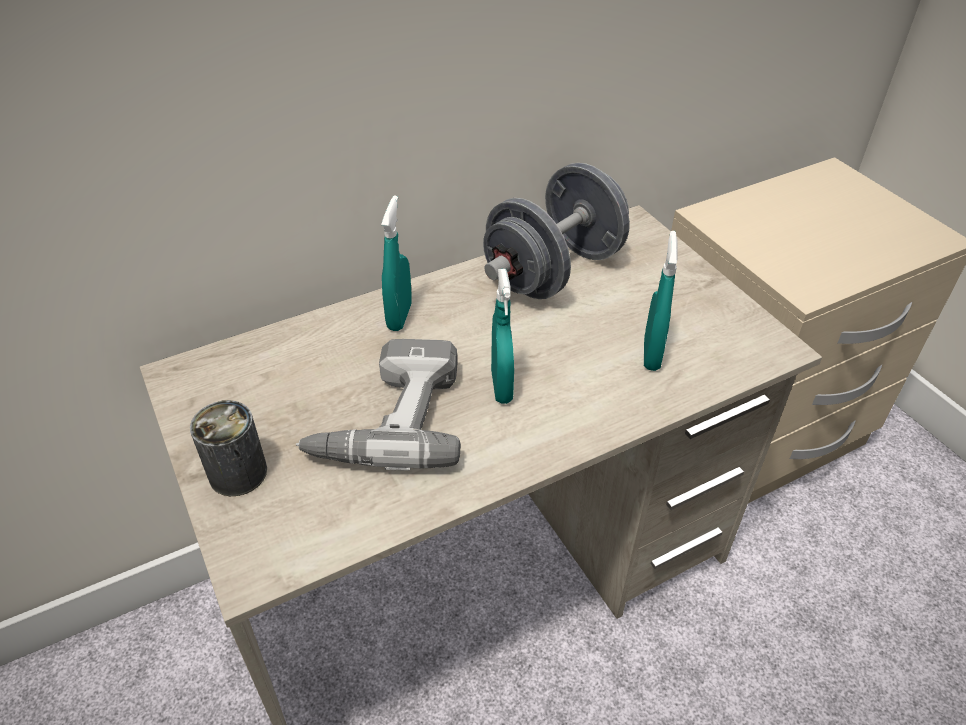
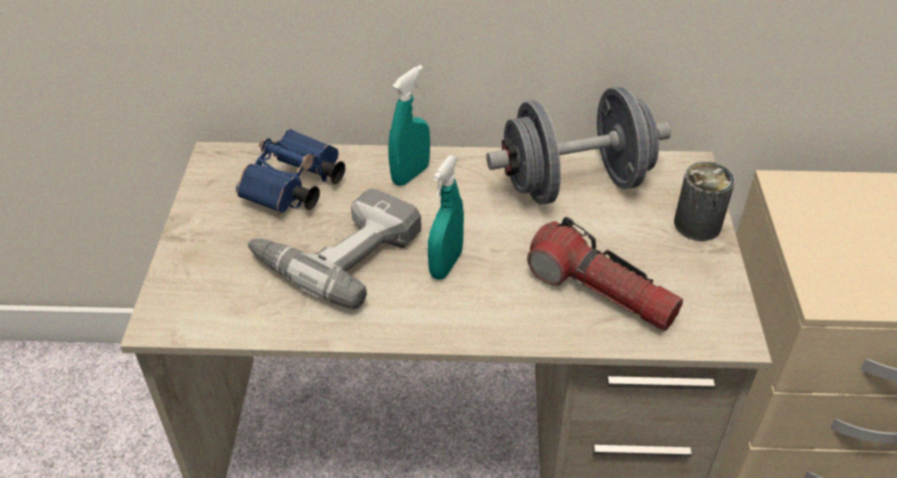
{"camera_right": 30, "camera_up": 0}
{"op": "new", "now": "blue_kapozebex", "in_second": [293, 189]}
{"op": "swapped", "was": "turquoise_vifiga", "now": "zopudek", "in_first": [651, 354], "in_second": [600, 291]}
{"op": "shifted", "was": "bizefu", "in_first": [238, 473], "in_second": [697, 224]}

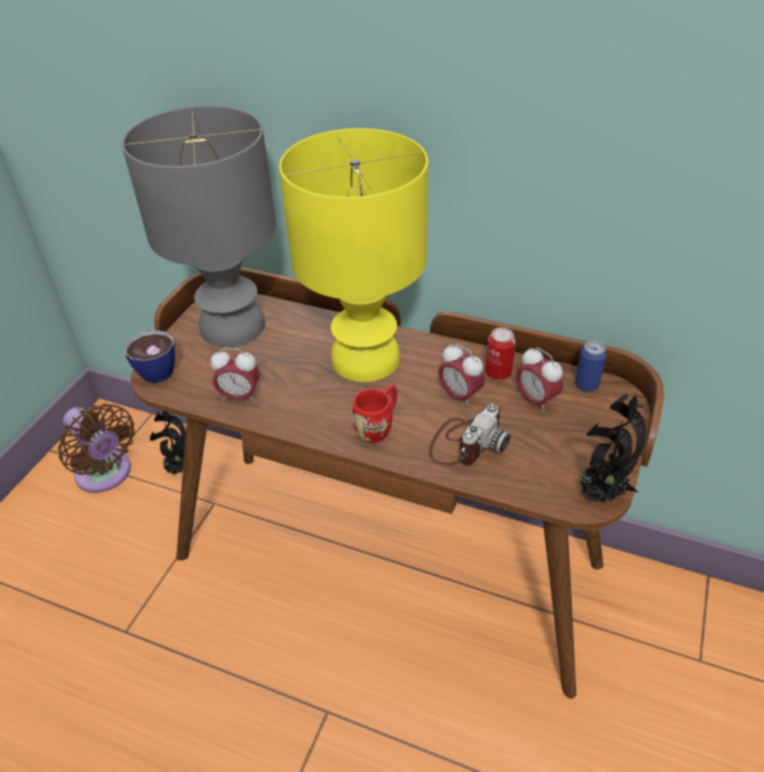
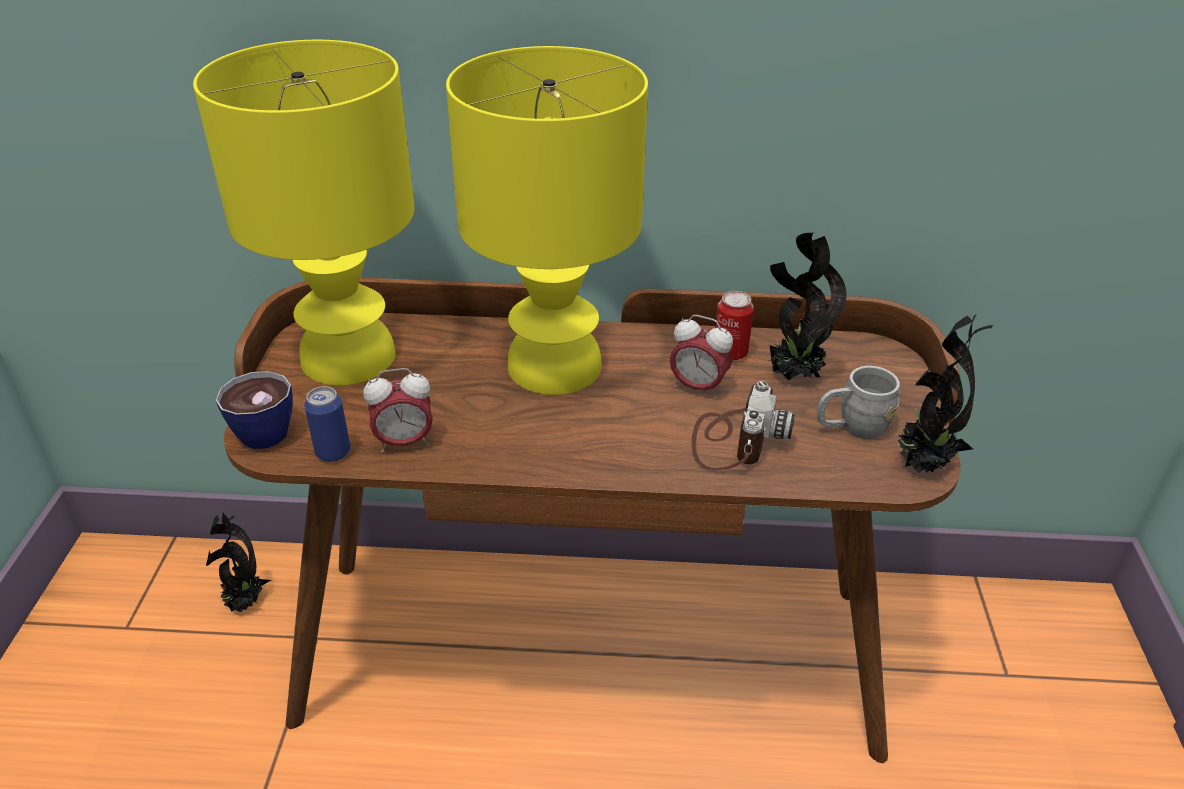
{"camera_right": -20, "camera_up": -5}
{"op": "repainted", "was": "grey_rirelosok", "now": "yellow_rirelosok", "in_first": [233, 327], "in_second": [350, 358]}
{"op": "shifted", "was": "bizefu", "in_first": [586, 385], "in_second": [333, 452]}
{"op": "swapped", "was": "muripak", "now": "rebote", "in_first": [536, 400], "in_second": [792, 376]}
{"op": "new", "now": "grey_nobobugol", "in_second": [852, 428]}
{"op": "gone", "was": "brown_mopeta", "in_first": [106, 475]}
{"op": "gone", "was": "red_nobobugol", "in_first": [378, 426]}

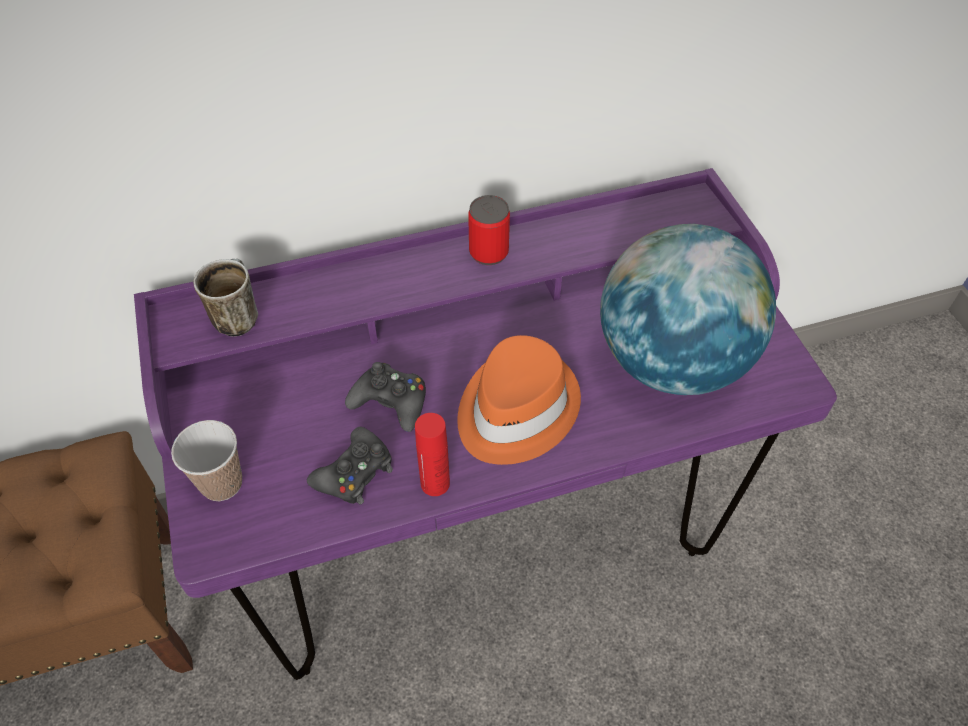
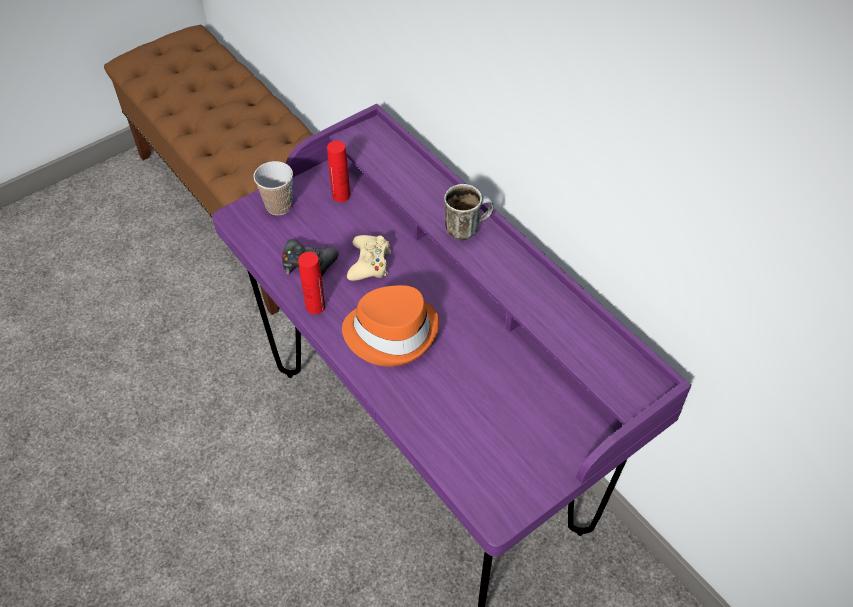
{"camera_right": 70, "camera_up": 0}
{"op": "new", "now": "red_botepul", "in_second": [341, 195]}
{"op": "repainted", "was": "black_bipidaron", "now": "beige_bipidaron", "in_first": [391, 402], "in_second": [369, 263]}
{"op": "shifted", "was": "nobobugol", "in_first": [236, 316], "in_second": [467, 228]}
{"op": "gone", "was": "bizefu", "in_first": [488, 252]}
{"op": "gone", "was": "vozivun", "in_first": [671, 361]}

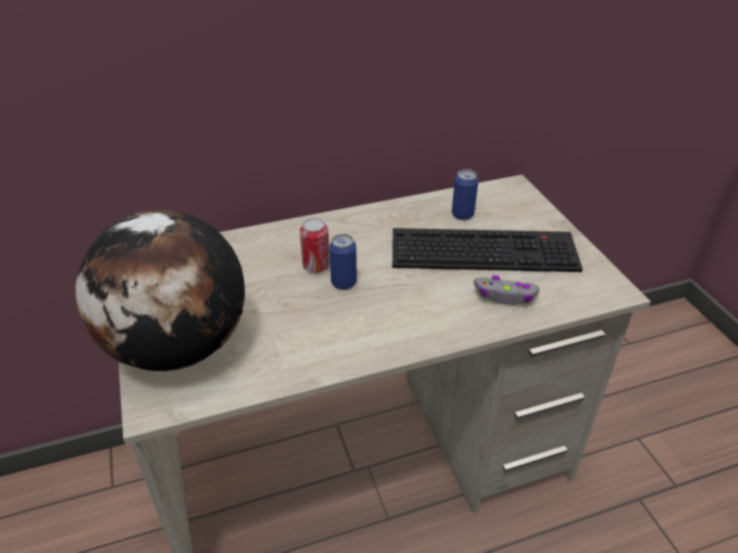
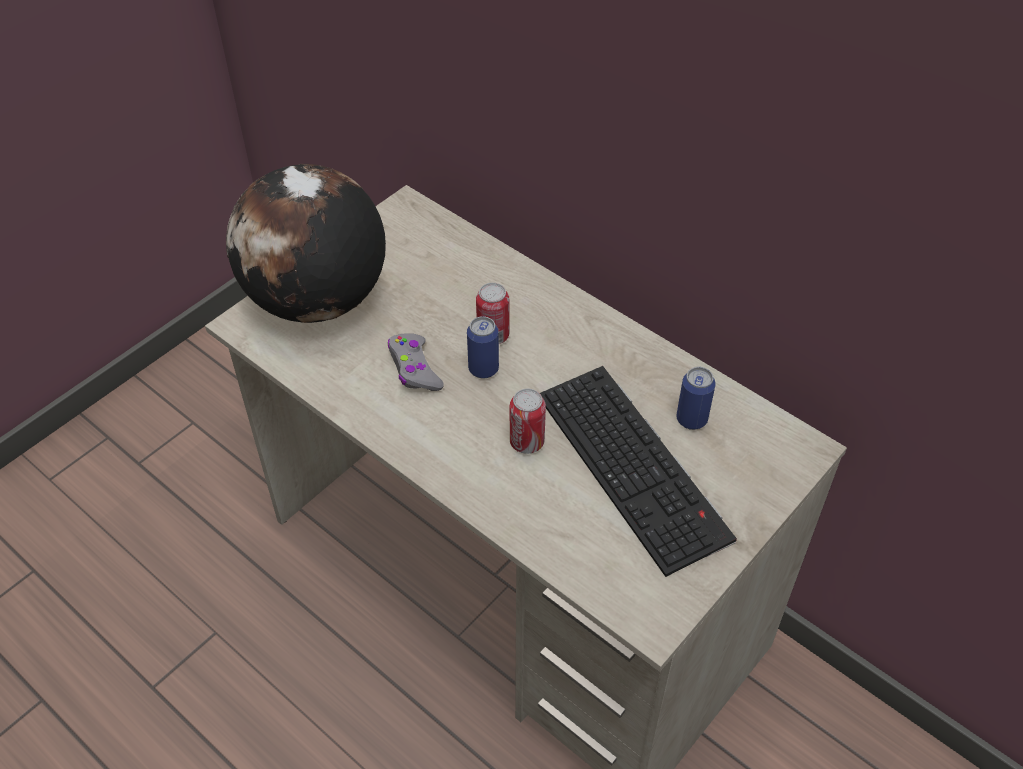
{"camera_right": 60, "camera_up": 10}
{"op": "shifted", "was": "grey_bipidaron", "in_first": [505, 296], "in_second": [414, 369]}
{"op": "new", "now": "bizefu", "in_second": [527, 442]}

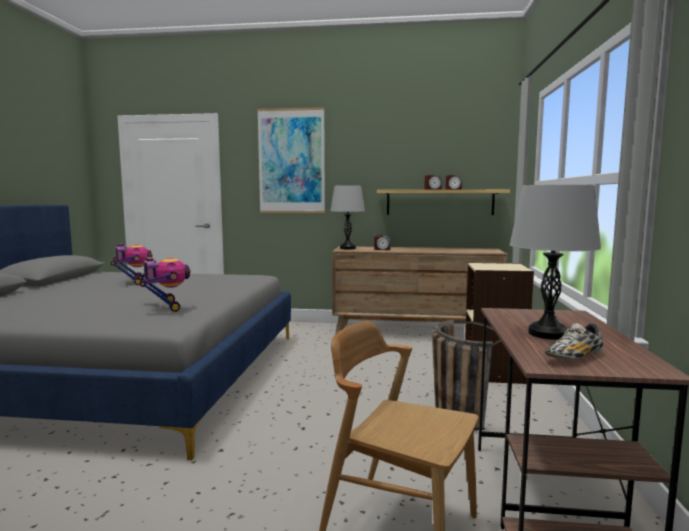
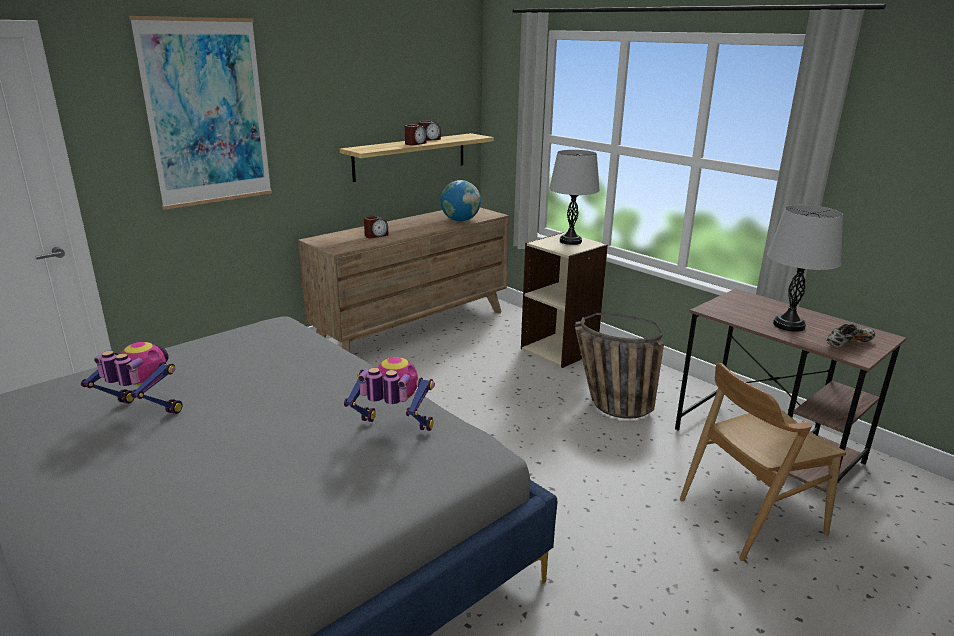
{"camera_right": -50, "camera_up": 15}
{"op": "new", "now": "vozivun", "in_second": [460, 220]}
{"op": "shifted", "was": "grey_rirelosok", "in_first": [347, 248], "in_second": [570, 241]}
{"op": "rotated", "was": "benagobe", "in_first": [574, 358], "in_second": [849, 343], "clockwise": -120}

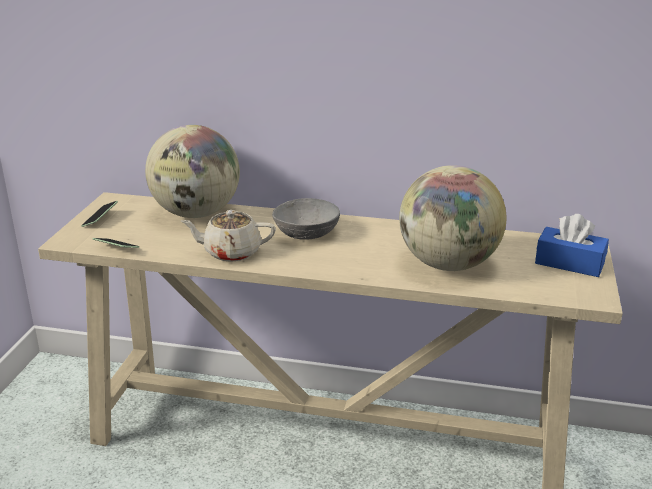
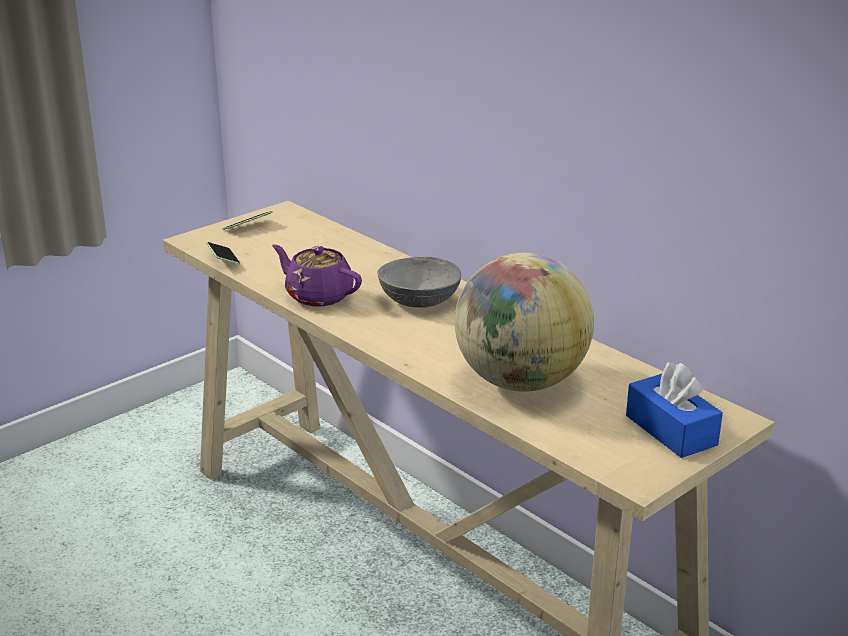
{"camera_right": 35, "camera_up": 0}
{"op": "repainted", "was": "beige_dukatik", "now": "purple_dukatik", "in_first": [231, 252], "in_second": [318, 296]}
{"op": "gone", "was": "vozivun", "in_first": [196, 213]}

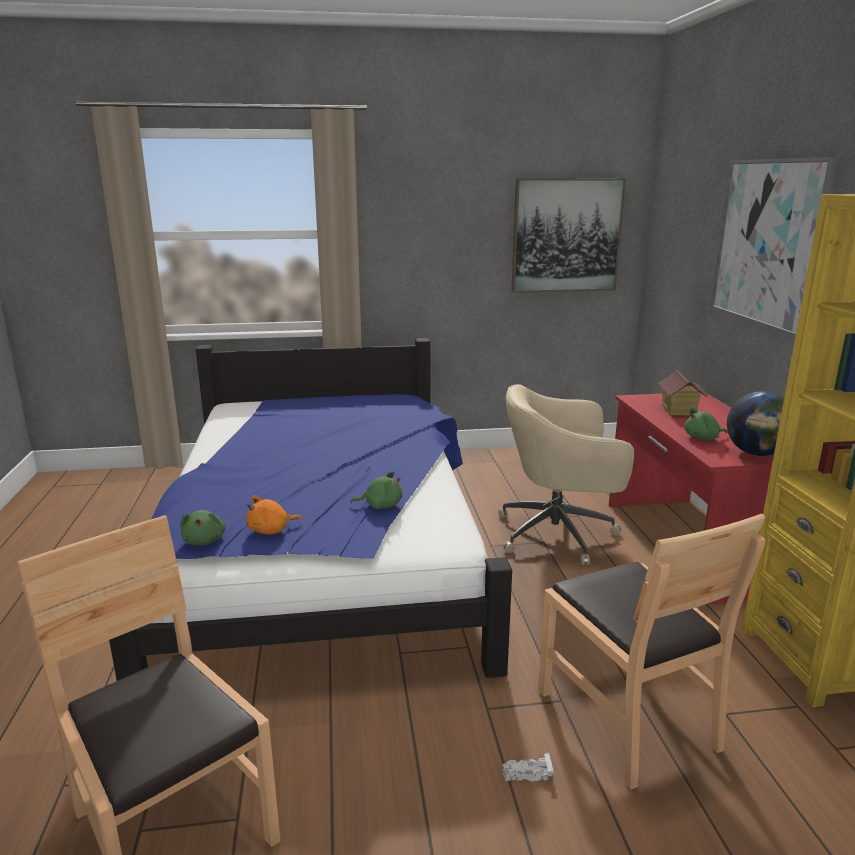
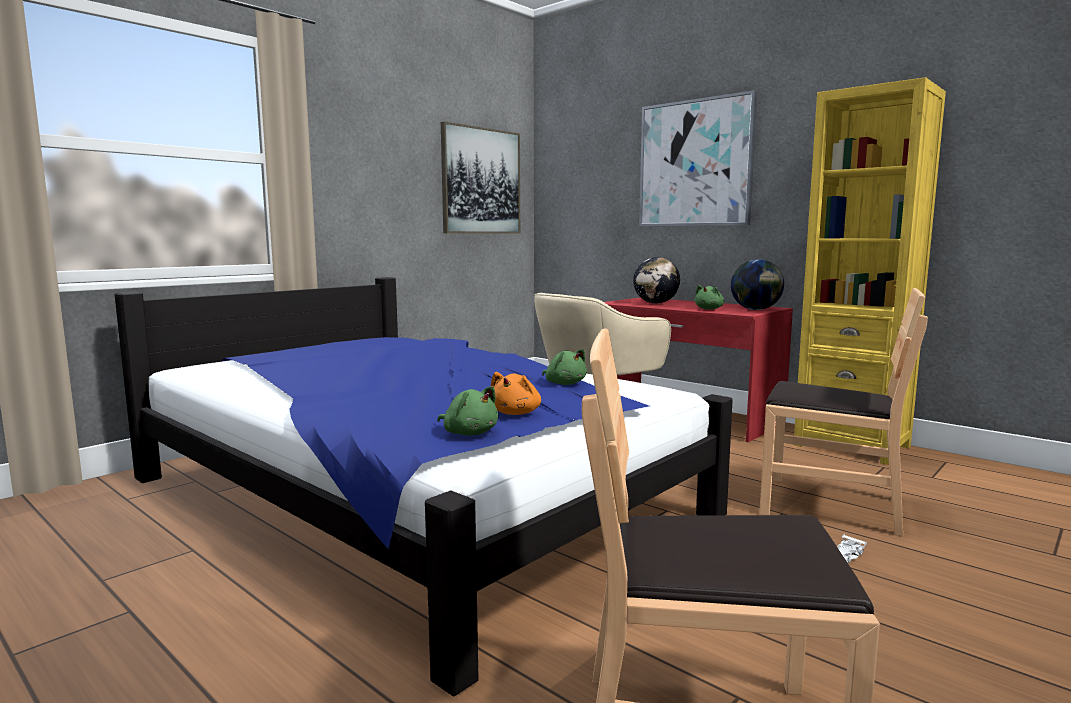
{"camera_right": -40, "camera_up": -10}
{"op": "rotated", "was": "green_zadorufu", "in_first": [381, 505], "in_second": [564, 383], "clockwise": 90}
{"op": "swapped", "was": "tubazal", "now": "vozivun", "in_first": [678, 410], "in_second": [655, 303]}

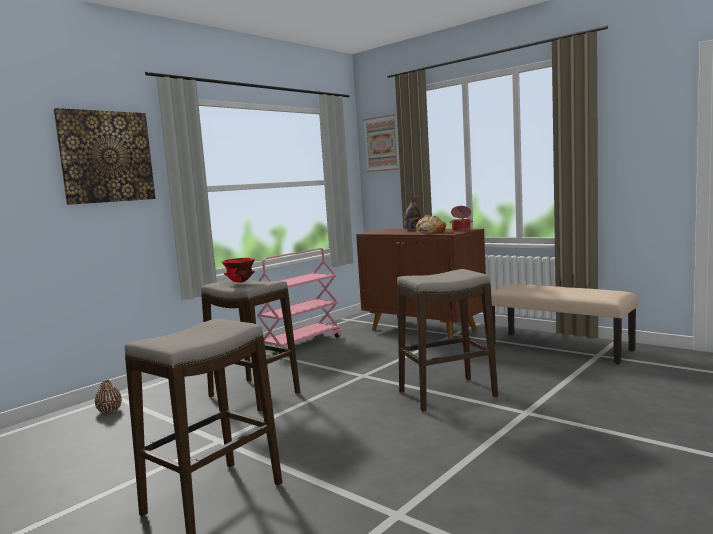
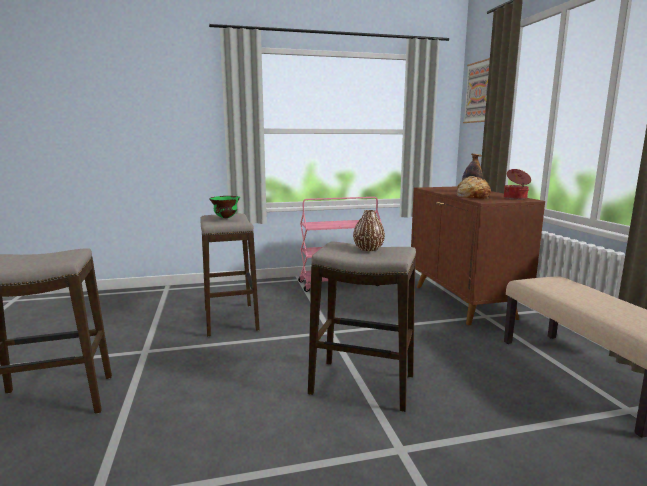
{"camera_right": 35, "camera_up": 5}
{"op": "repainted", "was": "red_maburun", "now": "green_maburun", "in_first": [240, 282], "in_second": [225, 218]}
{"op": "shifted", "was": "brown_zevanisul", "in_first": [109, 411], "in_second": [368, 249]}
{"op": "gone", "was": "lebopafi", "in_first": [106, 157]}

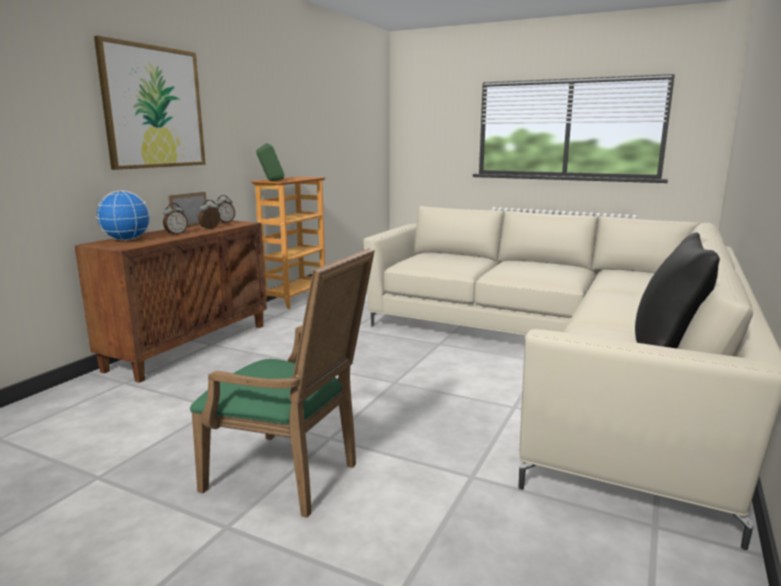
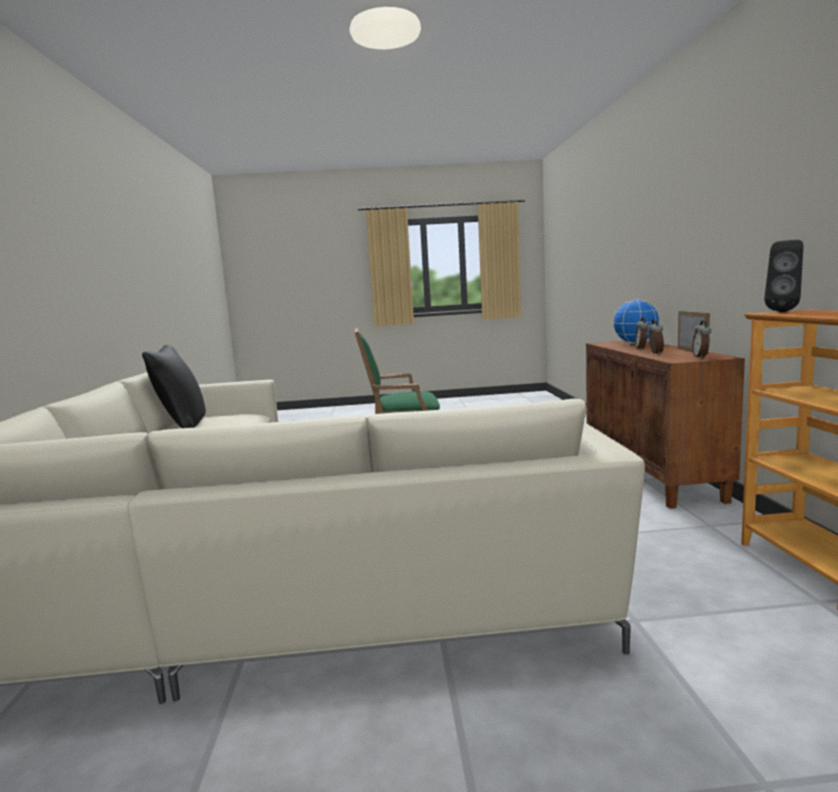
{"camera_right": 150, "camera_up": -5}
{"op": "repainted", "was": "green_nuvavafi", "now": "black_nuvavafi", "in_first": [271, 181], "in_second": [783, 311]}
{"op": "gone", "was": "lebopafi", "in_first": [154, 107]}

